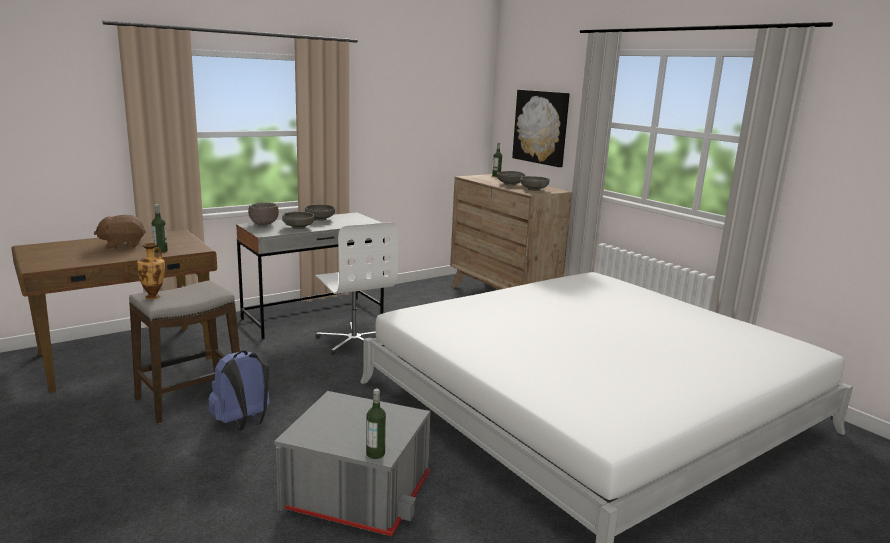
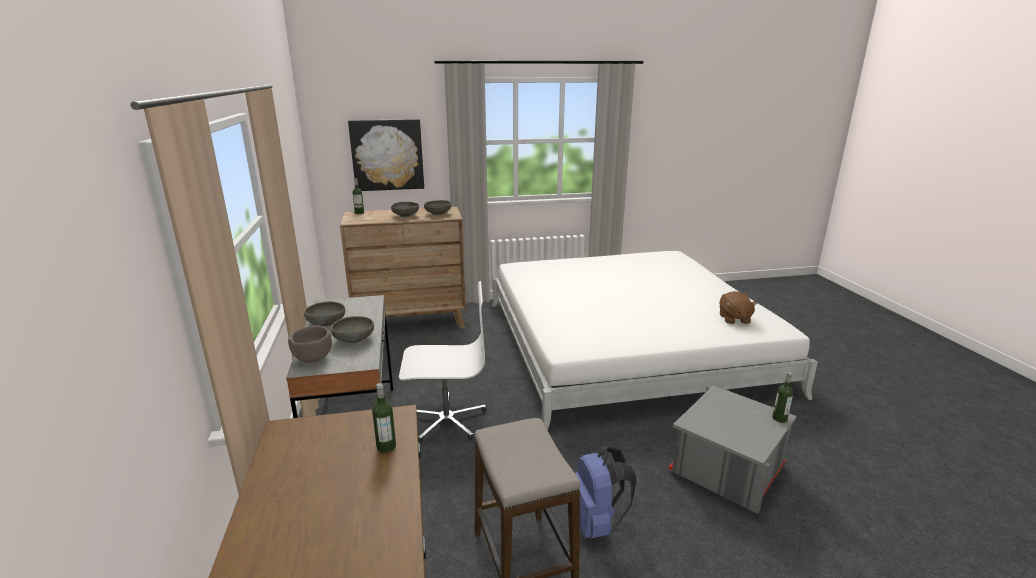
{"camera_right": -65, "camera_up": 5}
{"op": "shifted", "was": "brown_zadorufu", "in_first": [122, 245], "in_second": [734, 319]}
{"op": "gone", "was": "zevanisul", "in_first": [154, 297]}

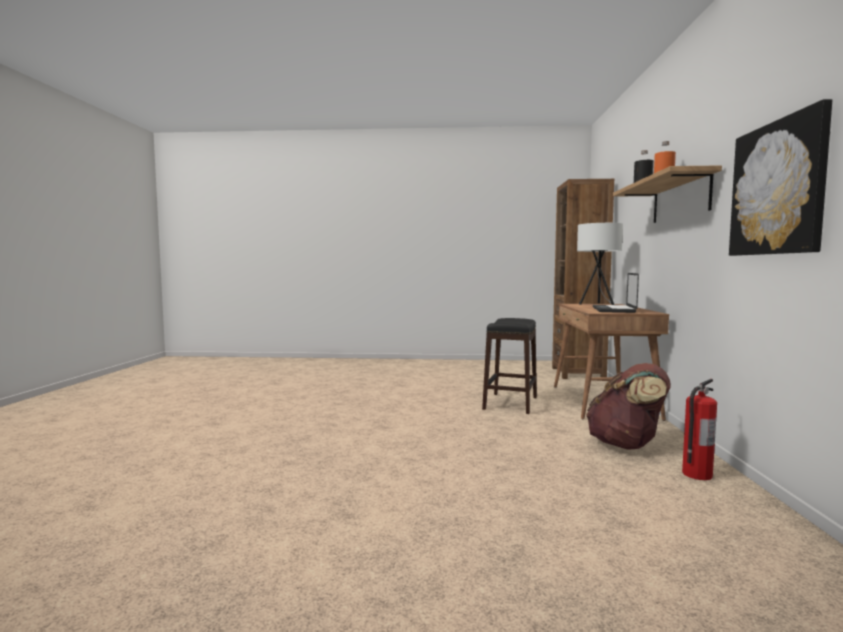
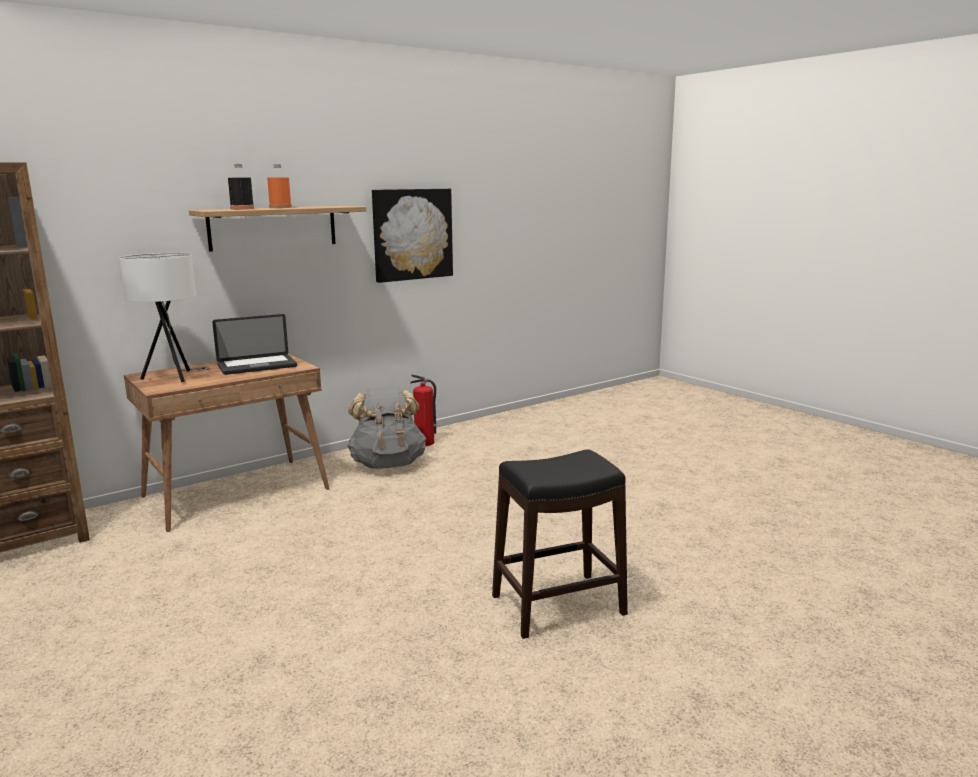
{"camera_right": -130, "camera_up": 10}
{"op": "repainted", "was": "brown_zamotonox", "now": "grey_zamotonox", "in_first": [627, 445], "in_second": [388, 464]}
{"op": "shifted", "was": "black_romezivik", "in_first": [510, 403], "in_second": [559, 605]}

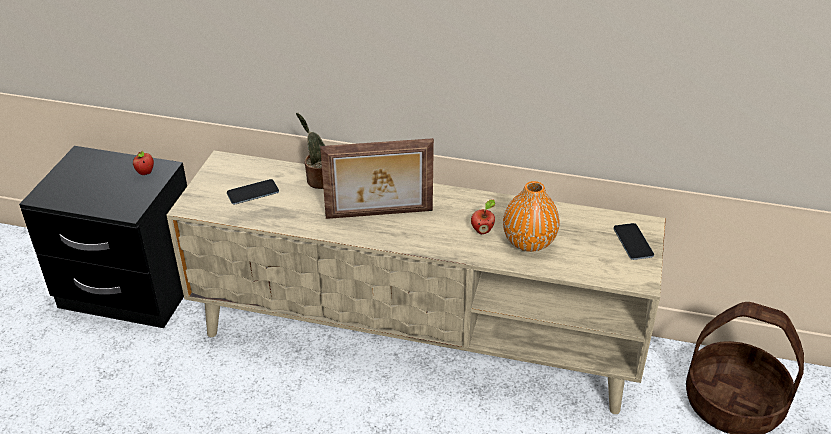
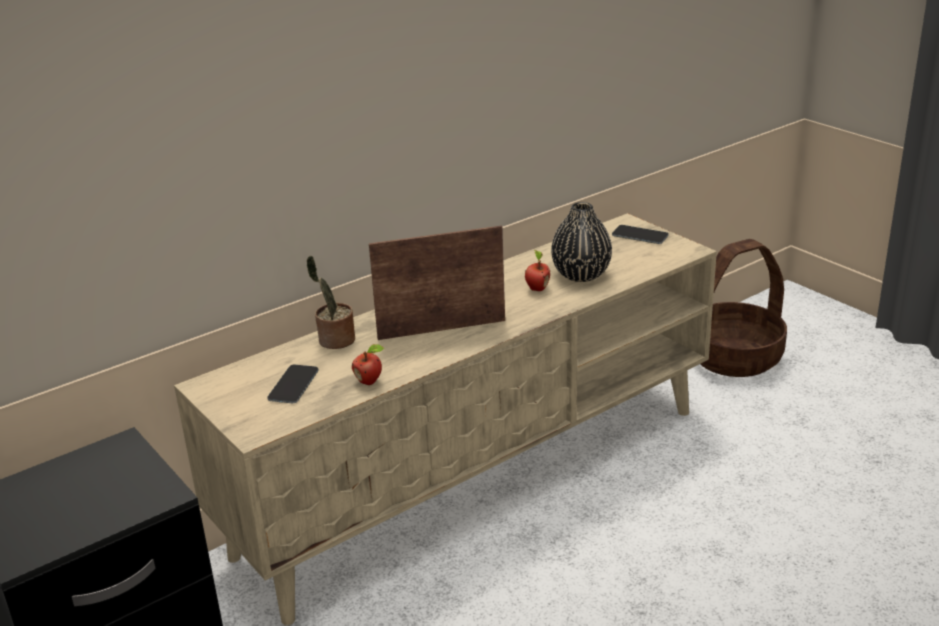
{"camera_right": -50, "camera_up": -10}
{"op": "shifted", "was": "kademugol", "in_first": [146, 173], "in_second": [370, 381]}
{"op": "rotated", "was": "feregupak", "in_first": [379, 215], "in_second": [441, 328], "clockwise": -135}
{"op": "repainted", "was": "orange_zevanisul", "now": "black_zevanisul", "in_first": [529, 242], "in_second": [581, 275]}

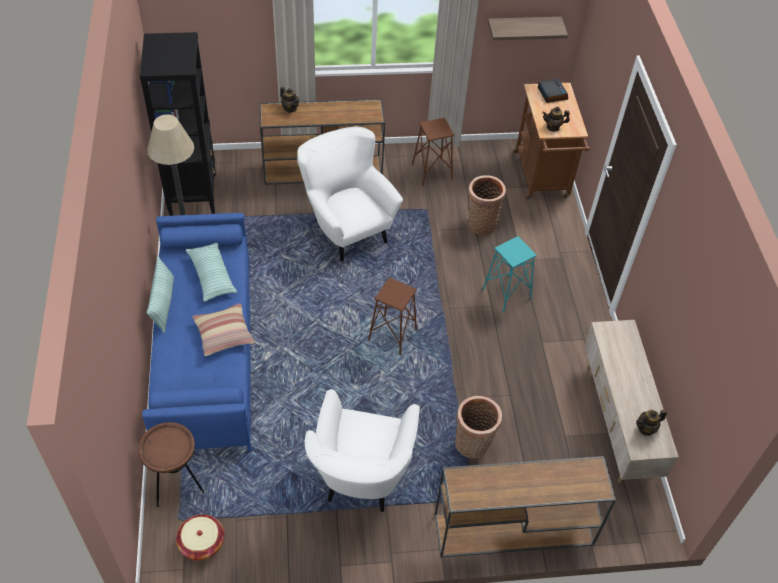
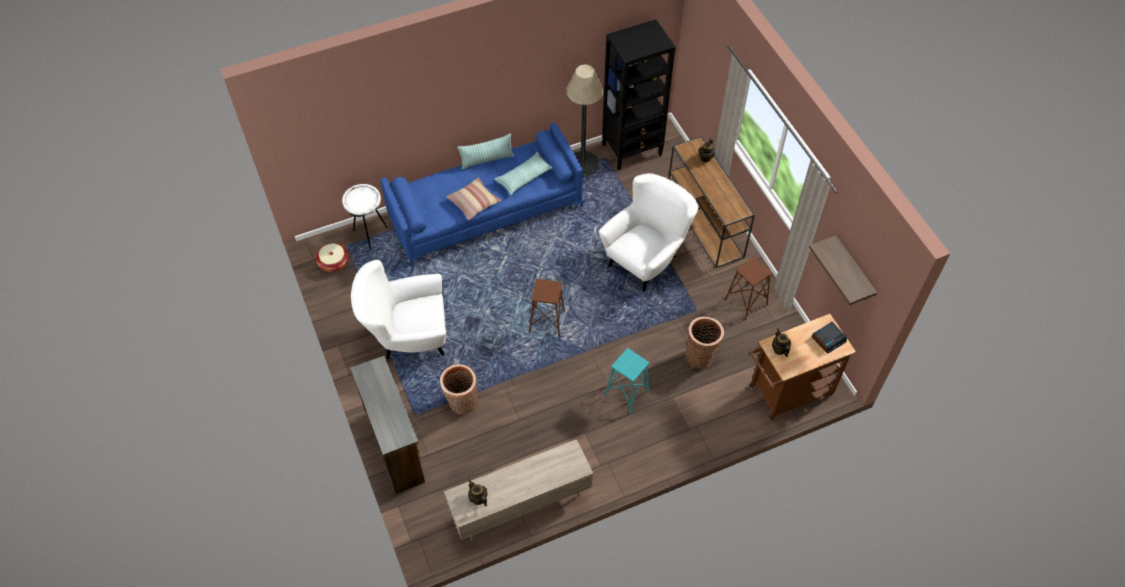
{"camera_right": 75, "camera_up": 5}
{"op": "repainted", "was": "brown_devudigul", "now": "white_devudigul", "in_first": [178, 487], "in_second": [370, 235]}
{"op": "swapped", "was": "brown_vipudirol", "now": "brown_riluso", "in_first": [512, 530], "in_second": [396, 447]}

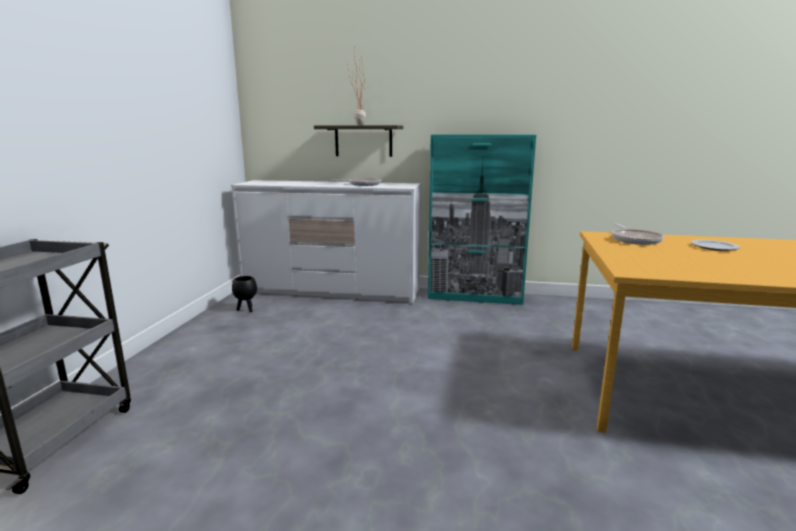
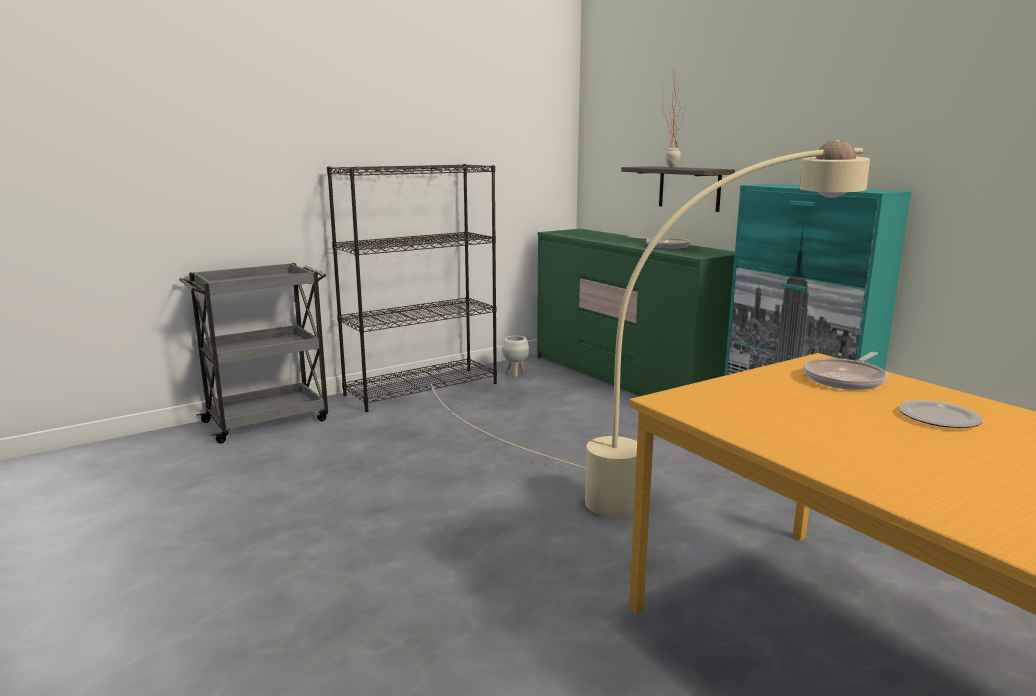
{"camera_right": 45, "camera_up": 0}
{"op": "new", "now": "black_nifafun", "in_second": [422, 389]}
{"op": "new", "now": "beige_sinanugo", "in_second": [660, 483]}
{"op": "repainted", "was": "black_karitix", "now": "white_karitix", "in_first": [246, 310], "in_second": [515, 374]}
{"op": "repainted", "was": "white_riluso", "now": "green_riluso", "in_first": [332, 291], "in_second": [625, 379]}

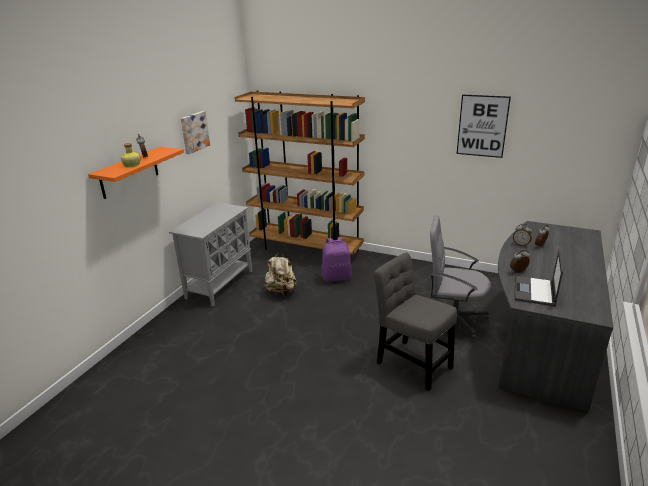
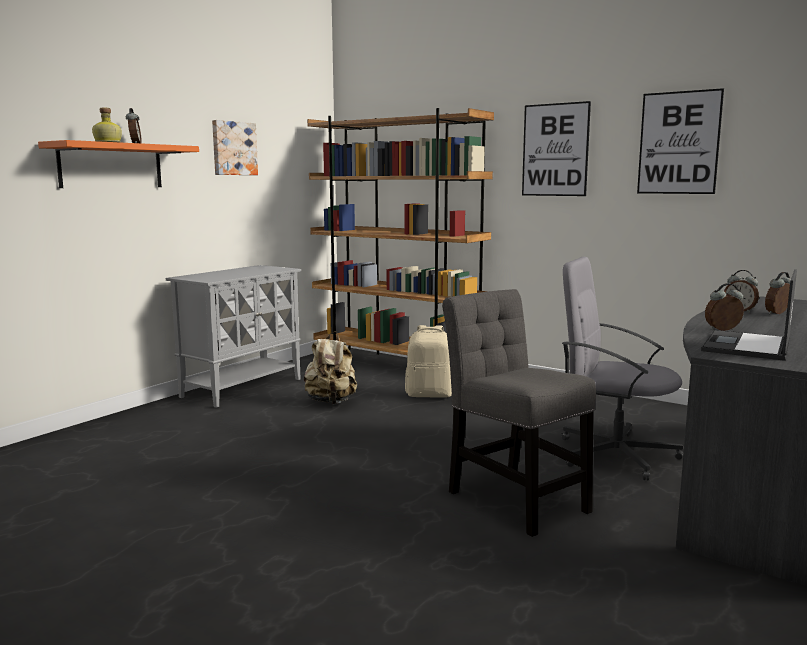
{"camera_right": 10, "camera_up": -15}
{"op": "repainted", "was": "purple_zamotonox", "now": "beige_zamotonox", "in_first": [336, 277], "in_second": [430, 394]}
{"op": "new", "now": "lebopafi", "in_second": [555, 150]}

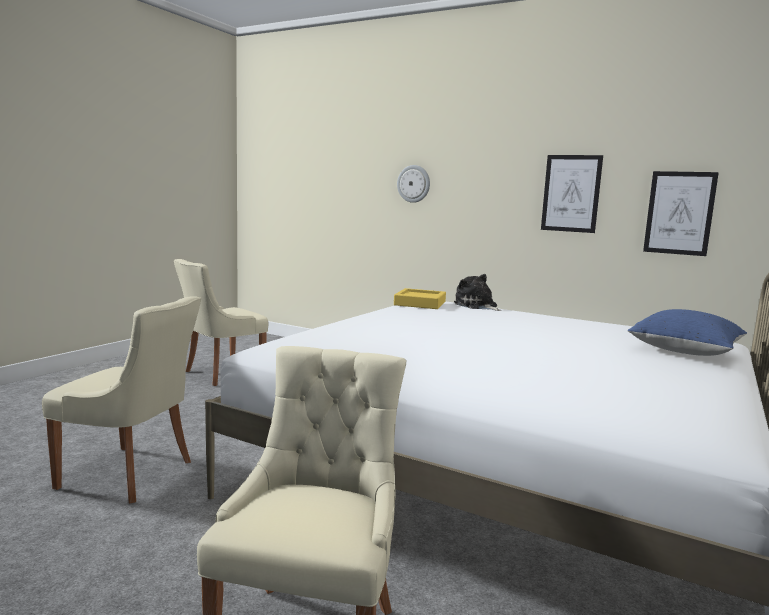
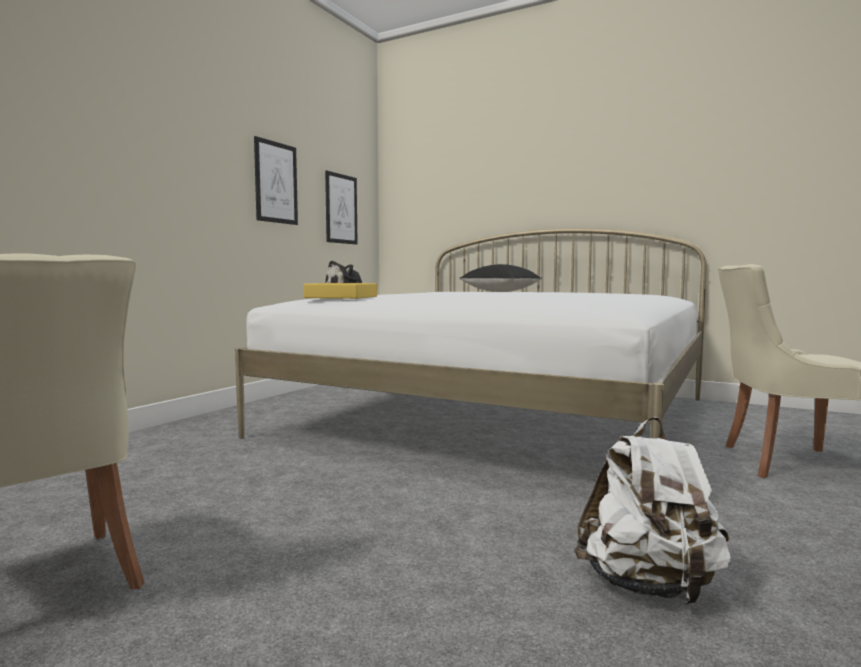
{"camera_right": -90, "camera_up": -5}
{"op": "repainted", "was": "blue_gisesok", "now": "black_gisesok", "in_first": [685, 351], "in_second": [500, 291]}
{"op": "swapped", "was": "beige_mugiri", "now": "white_zamotonox", "in_first": [131, 474], "in_second": [649, 587]}
{"op": "gone", "was": "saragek", "in_first": [413, 183]}

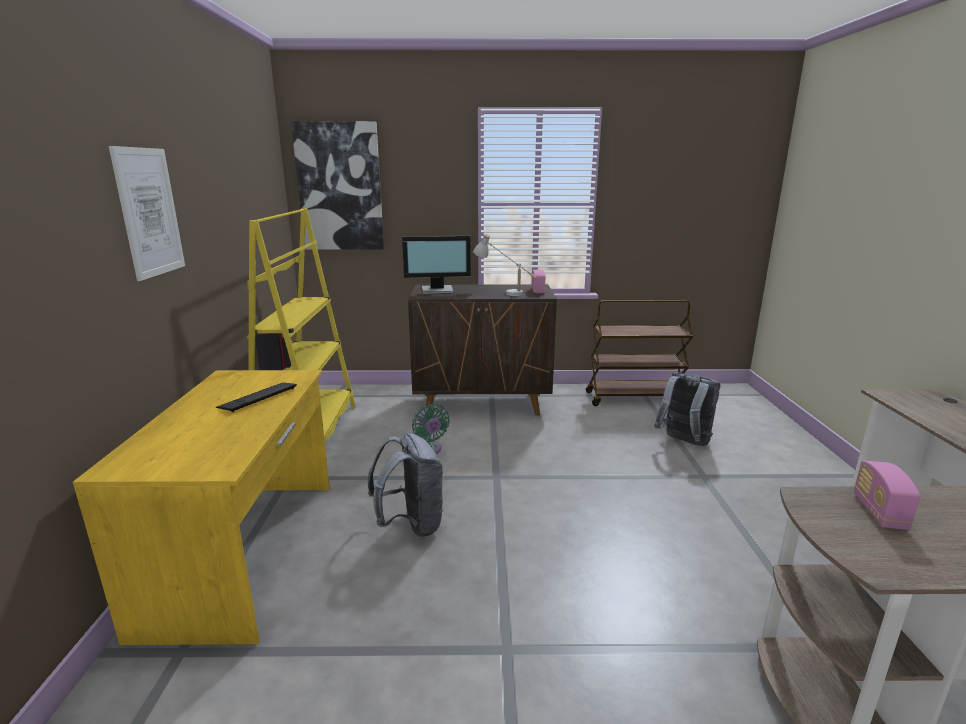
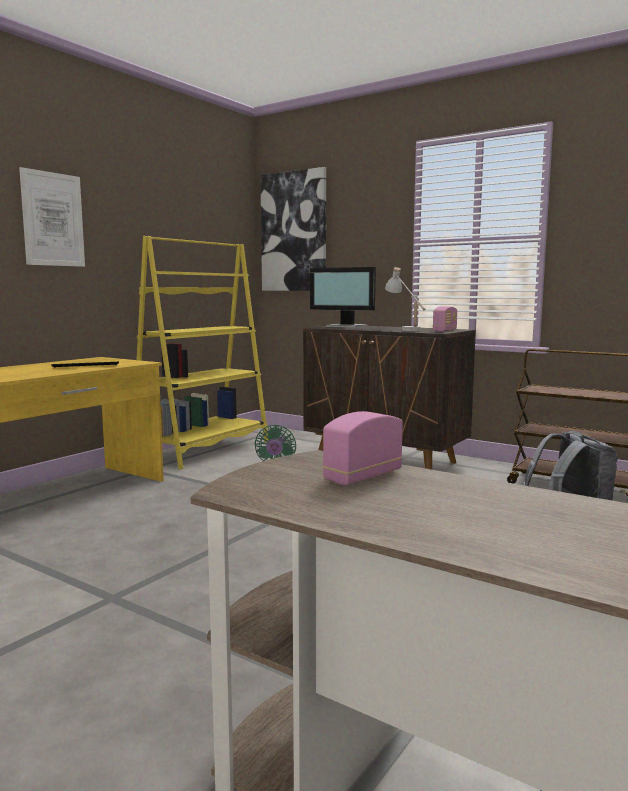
{"camera_right": 35, "camera_up": -10}
{"op": "gone", "was": "grey_zamotonox", "in_first": [411, 525]}

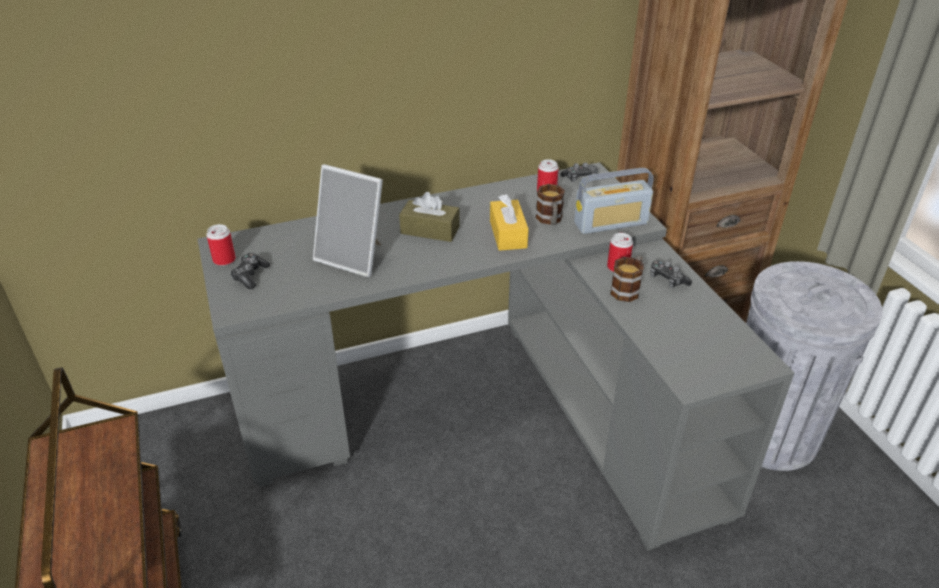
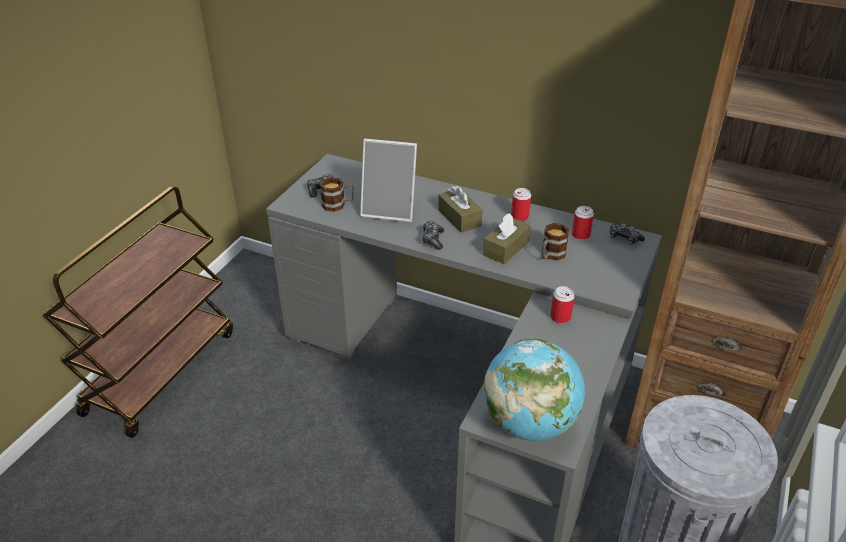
{"camera_right": 45, "camera_up": 0}
{"op": "shifted", "was": "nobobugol", "in_first": [627, 289], "in_second": [338, 204]}
{"op": "rotated", "was": "feregupak", "in_first": [354, 257], "in_second": [390, 209], "clockwise": -60}
{"op": "shifted", "was": "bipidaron", "in_first": [667, 279], "in_second": [432, 239]}
{"op": "repainted", "was": "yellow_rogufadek", "now": "brown_rogufadek", "in_first": [508, 234], "in_second": [506, 248]}
{"op": "new", "now": "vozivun", "in_second": [529, 423]}
{"op": "shifted", "was": "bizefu", "in_first": [224, 260], "in_second": [520, 216]}
{"op": "gone", "was": "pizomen", "in_first": [611, 223]}

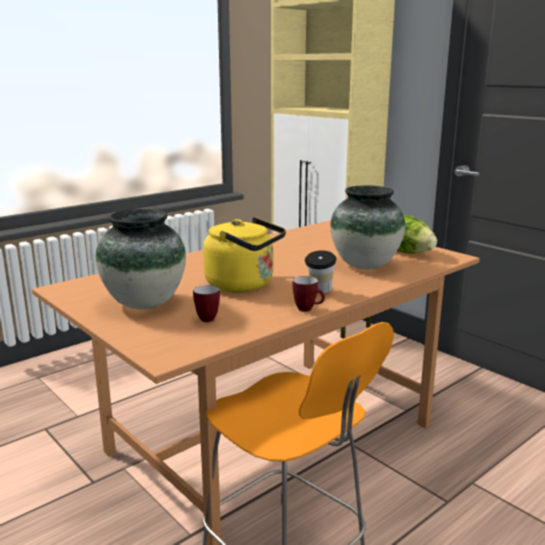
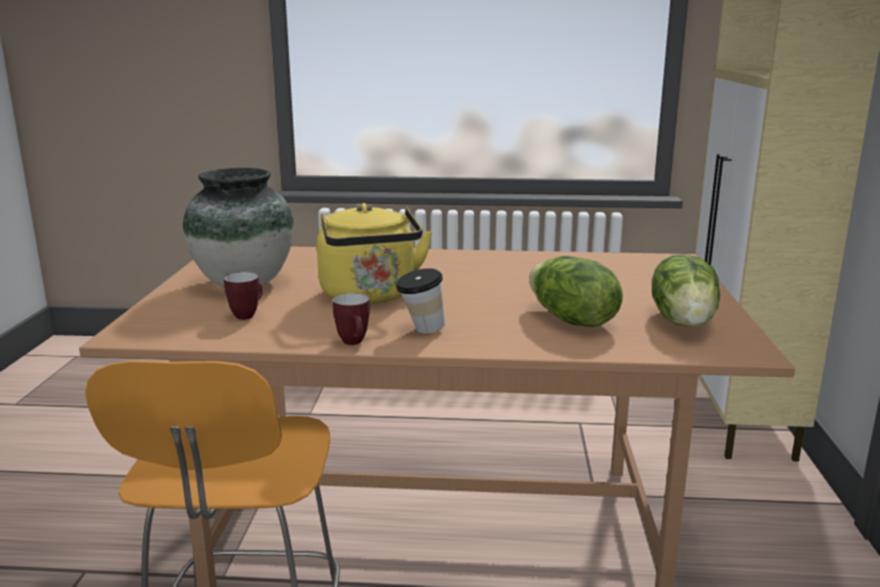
{"camera_right": 45, "camera_up": 0}
{"op": "swapped", "was": "zevanisul", "now": "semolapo", "in_first": [365, 265], "in_second": [570, 320]}

